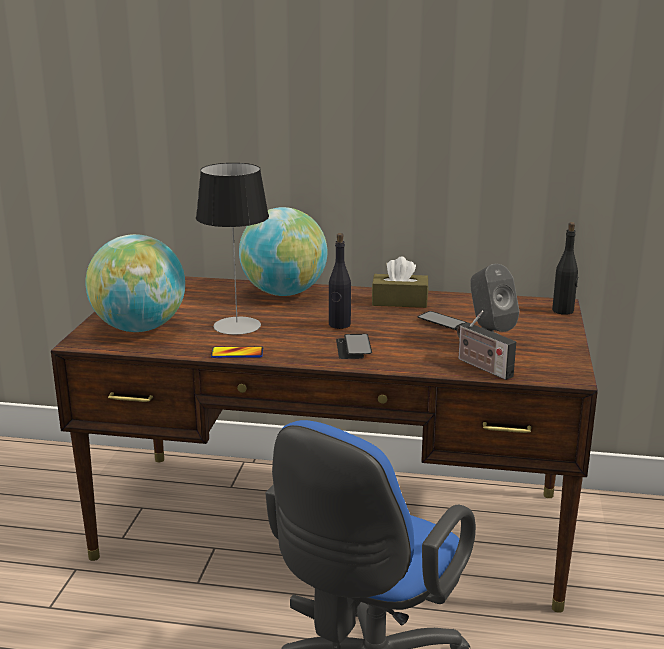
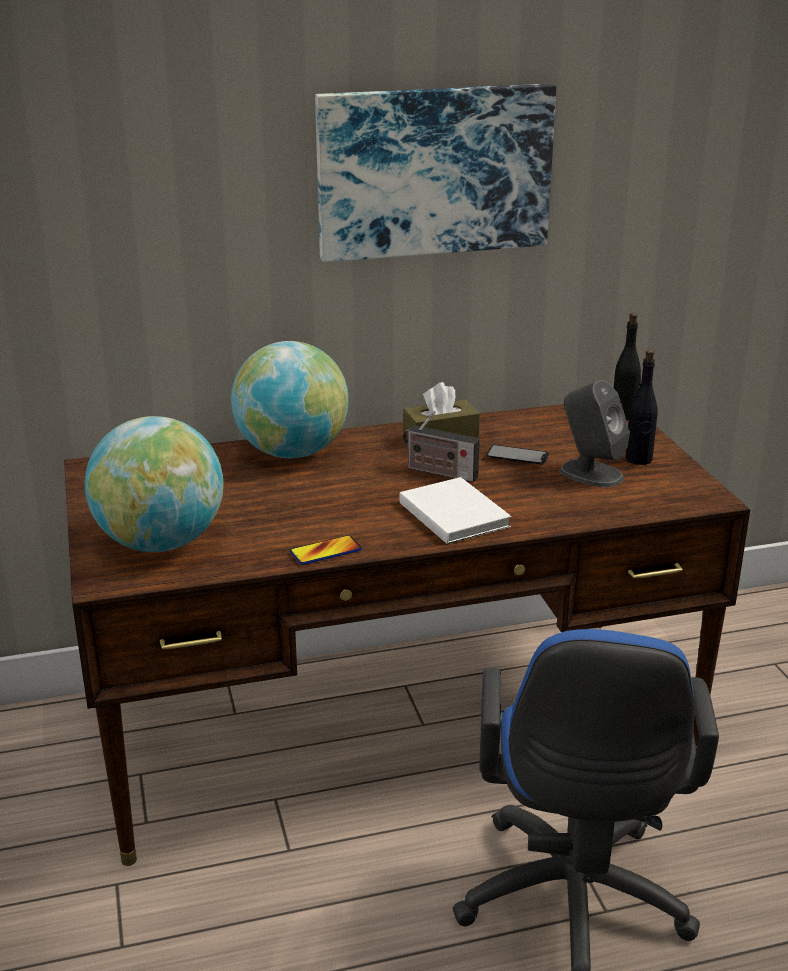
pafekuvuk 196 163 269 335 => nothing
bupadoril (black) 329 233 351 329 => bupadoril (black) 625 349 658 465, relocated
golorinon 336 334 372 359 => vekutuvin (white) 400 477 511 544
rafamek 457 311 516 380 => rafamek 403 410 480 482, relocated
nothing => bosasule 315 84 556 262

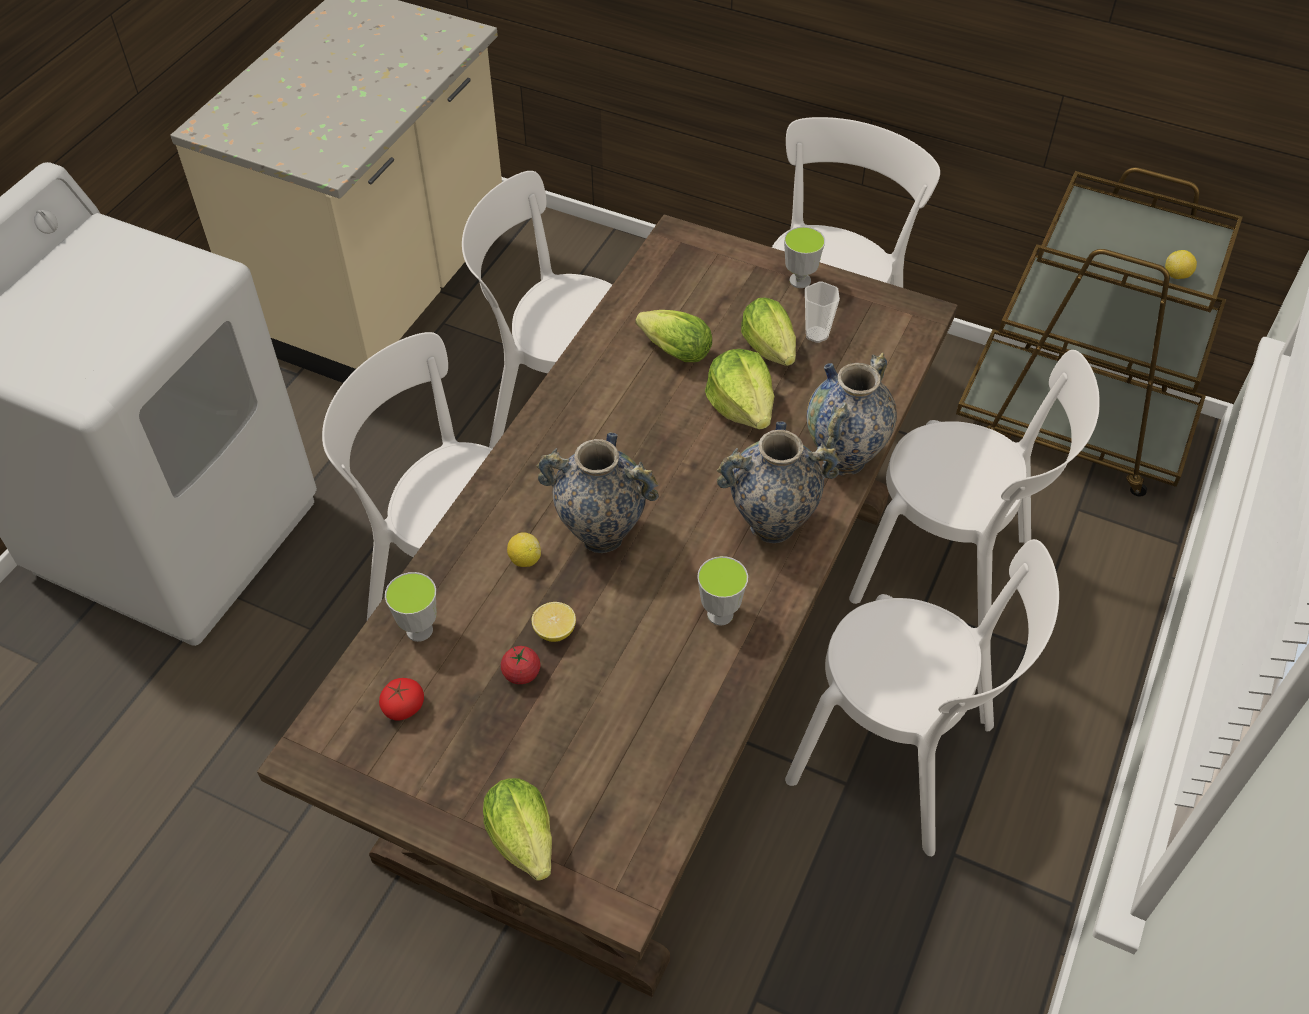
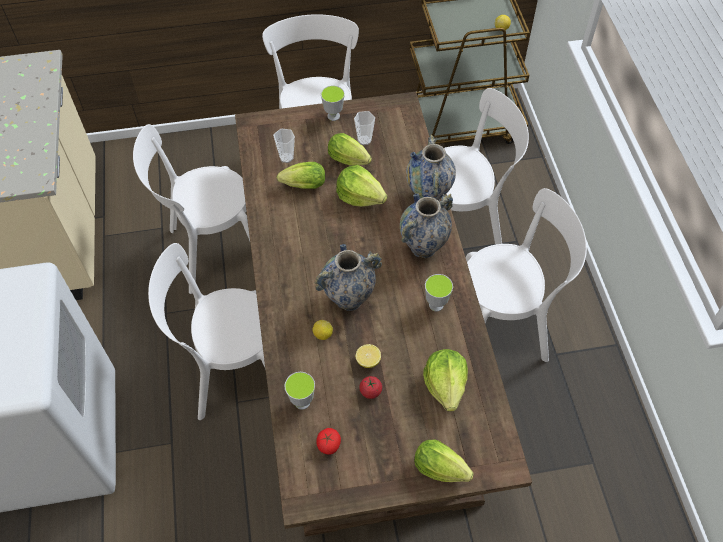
nothing => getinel 273 129 295 163
nothing => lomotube 423 349 468 412

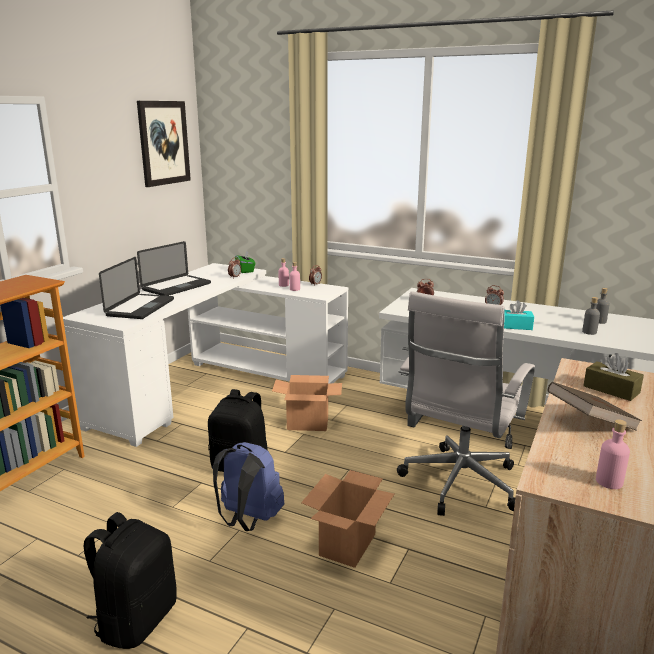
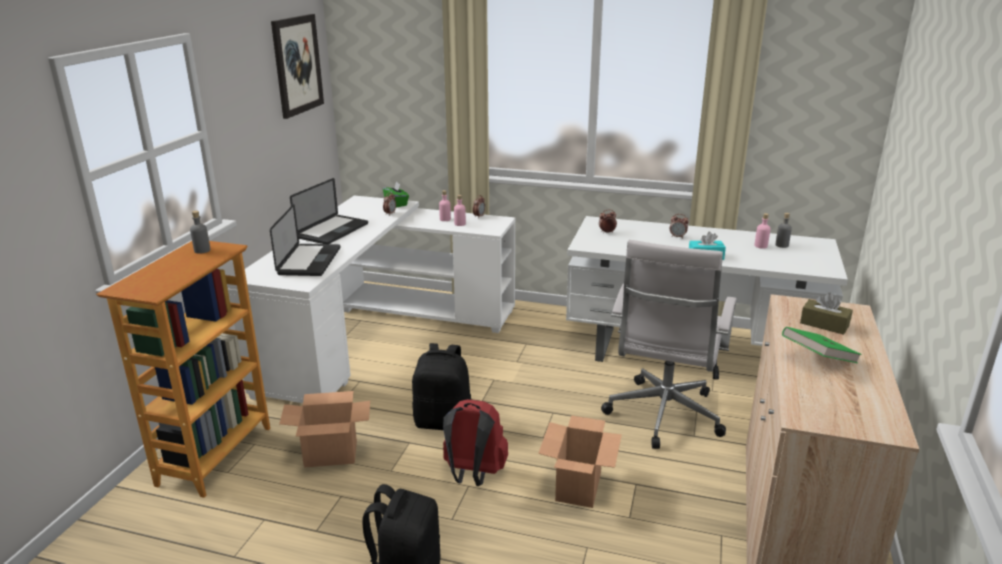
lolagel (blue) 213 442 284 531 => lolagel (red) 443 399 508 486
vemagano 272 375 342 431 => vemagano 279 391 370 468, relocated
vekutuvin (brown) 547 382 642 431 => vekutuvin (green) 782 327 862 363
bupadoril (grey) 582 297 600 335 => bupadoril (grey) 190 211 210 254, relocated
bupadoril (pink) 596 419 630 489 => bupadoril (pink) 754 213 770 249, relocated

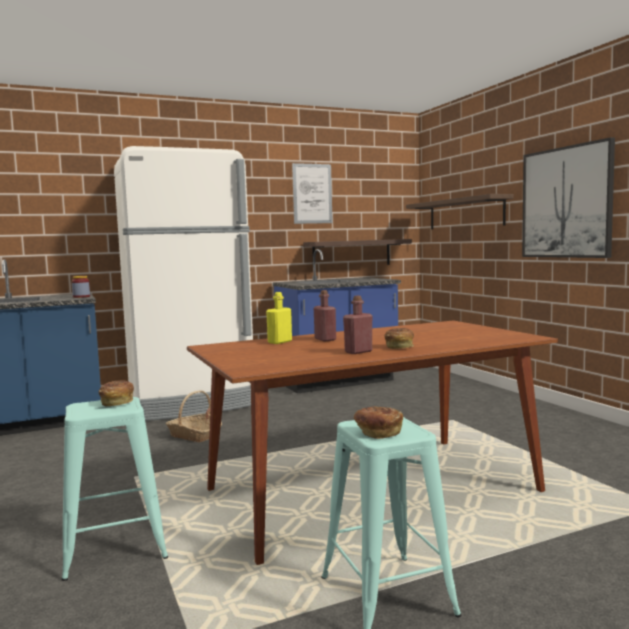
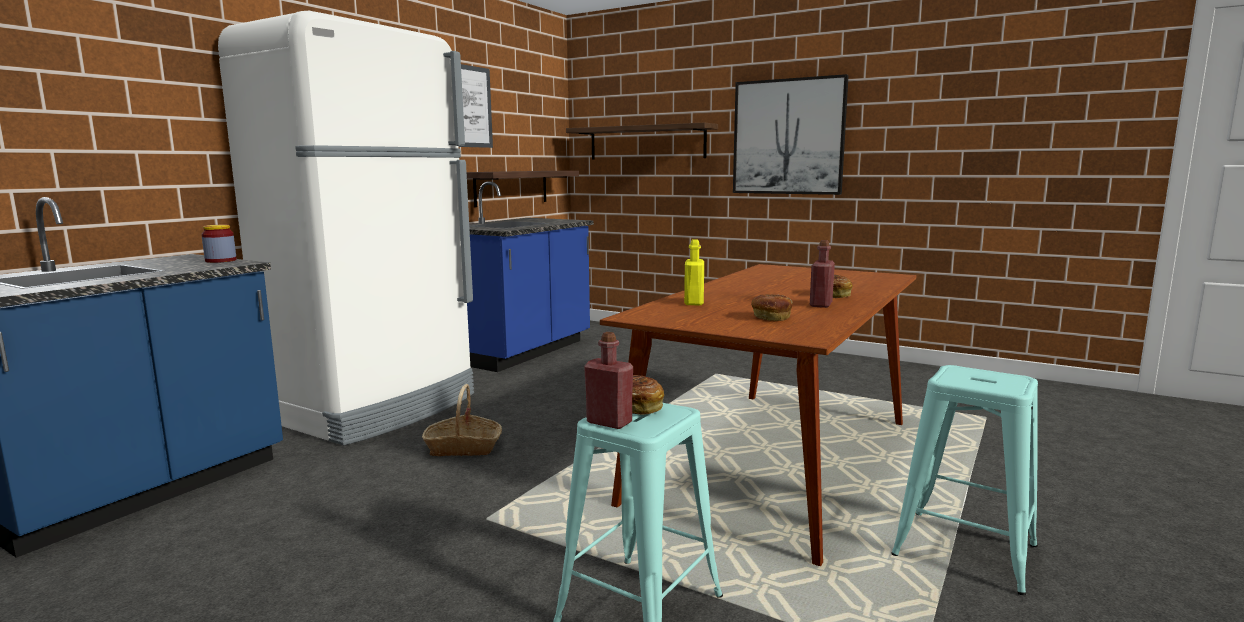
bupadoril (red) 314 290 336 342 => bupadoril (red) 584 332 633 429, relocated
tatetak 354 406 403 439 => tatetak 751 294 793 321, relocated

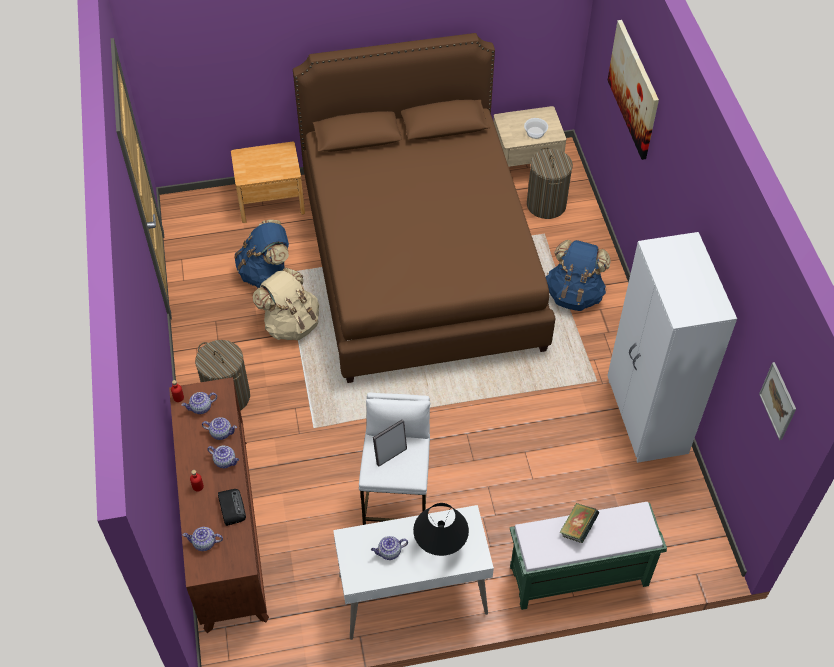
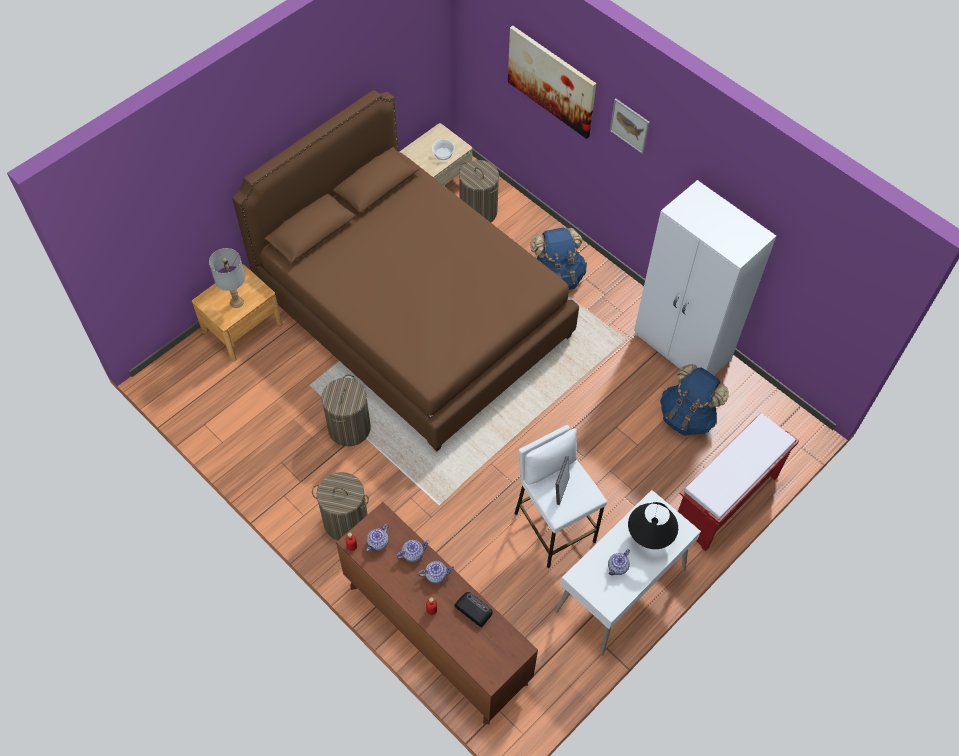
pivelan 183 527 223 551 => nothing
lolagel (blue) 234 220 289 288 => lolagel (blue) 660 364 729 436, relocated
lolagel (beige) 253 268 319 340 => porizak 321 374 371 446
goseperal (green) 510 502 667 610 => goseperal (red) 678 413 799 551
vekutuvin 559 503 599 543 => nothing
bosasule 759 362 796 440 => bosasule 610 99 650 154, relocated
nothing => pafekuvuk (grey) 209 248 245 308

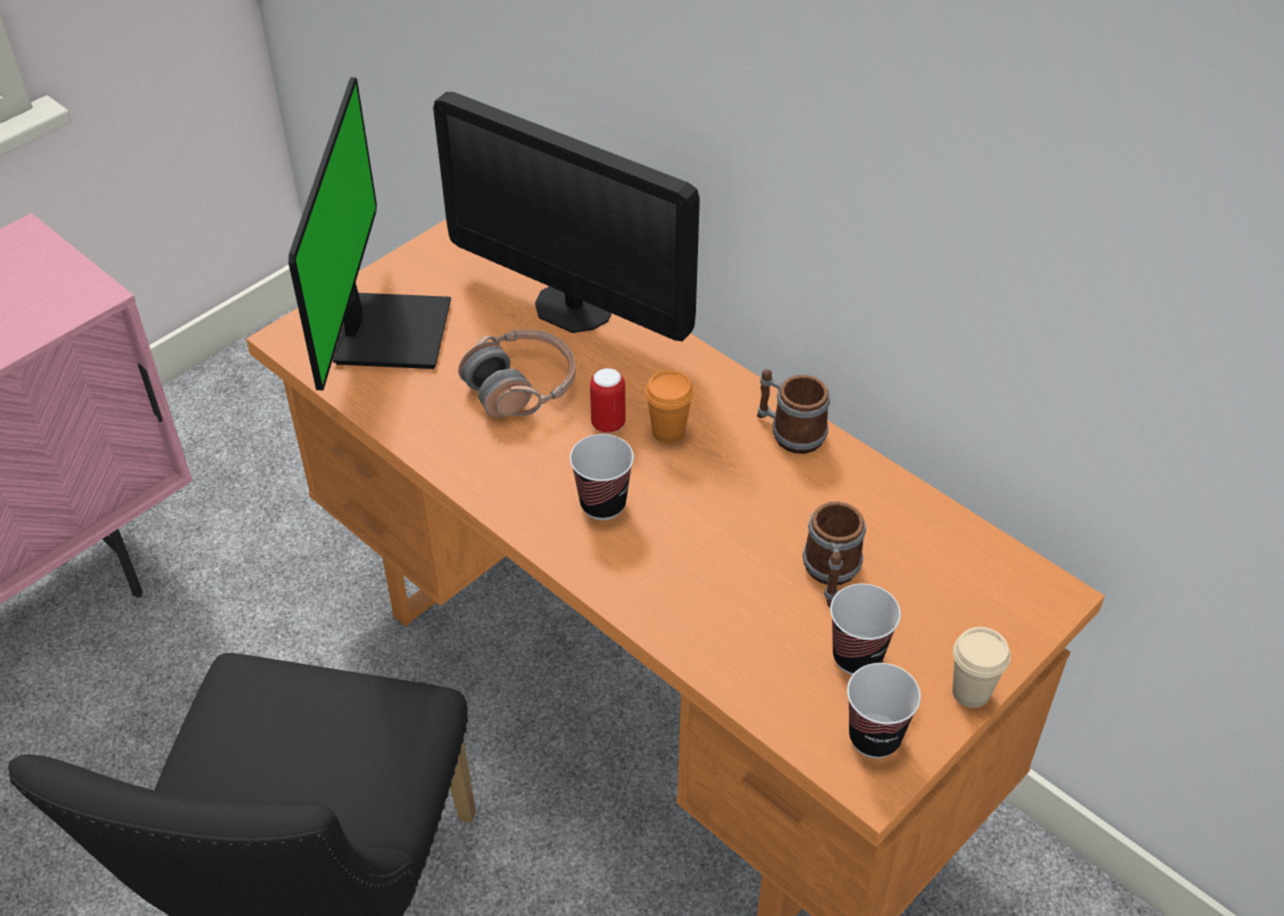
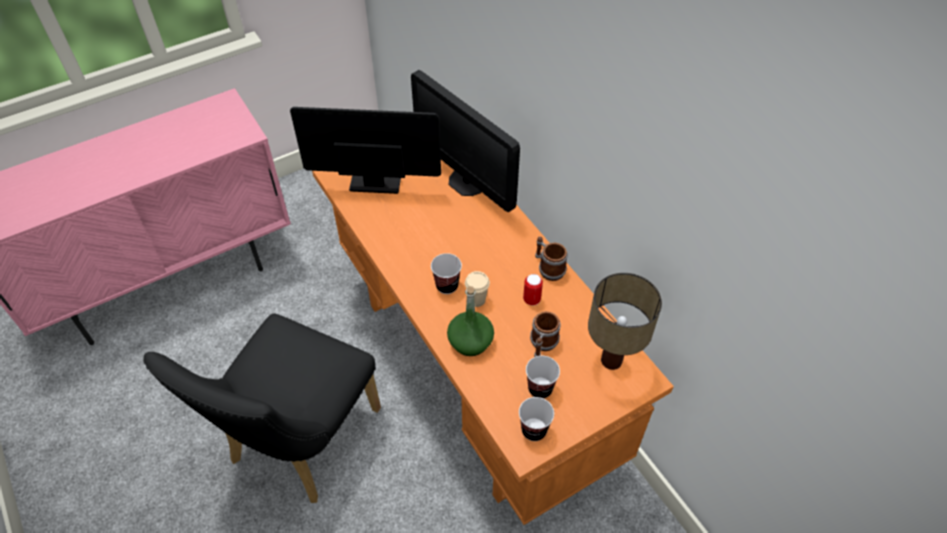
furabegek 288 77 451 390 => furabegek 290 107 441 194, 105 degrees counterclockwise
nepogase 458 329 576 418 => nothing
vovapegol 590 368 626 433 => vovapegol 523 274 543 305, relocated
getinel (orange) 645 370 694 444 => nothing
getinel (beige) 952 627 1010 708 => getinel (beige) 465 271 490 307, relocated
nothing => bupadoril (green) 447 286 494 356
nothing => pafekuvuk 588 273 662 370

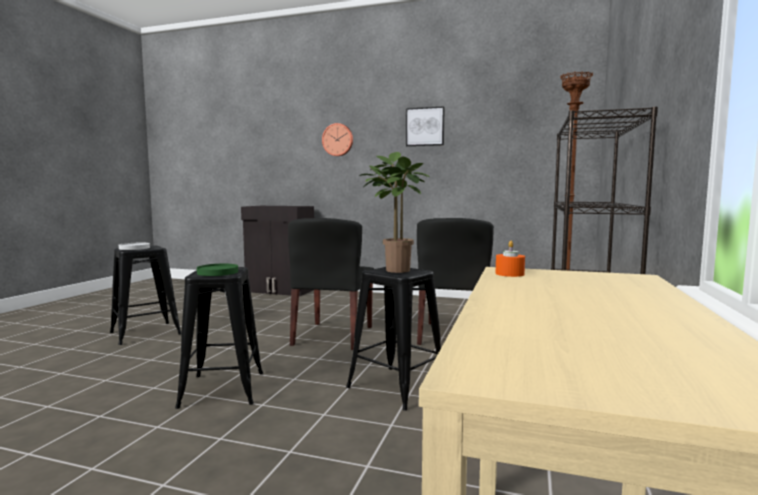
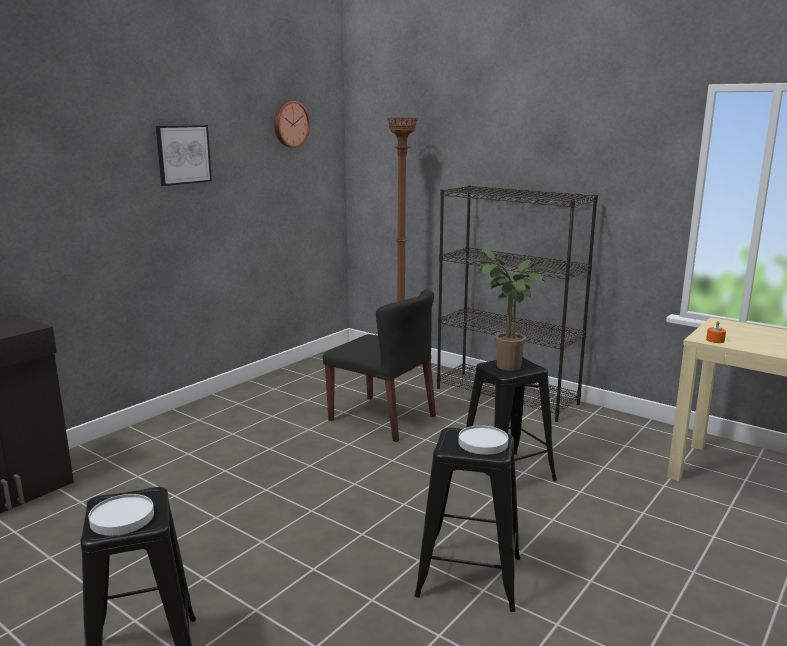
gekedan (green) 197 264 238 276 => gekedan (white) 458 425 508 455
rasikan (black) 288 218 374 350 => nothing
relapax 322 123 353 156 => relapax 274 101 311 148, relocated

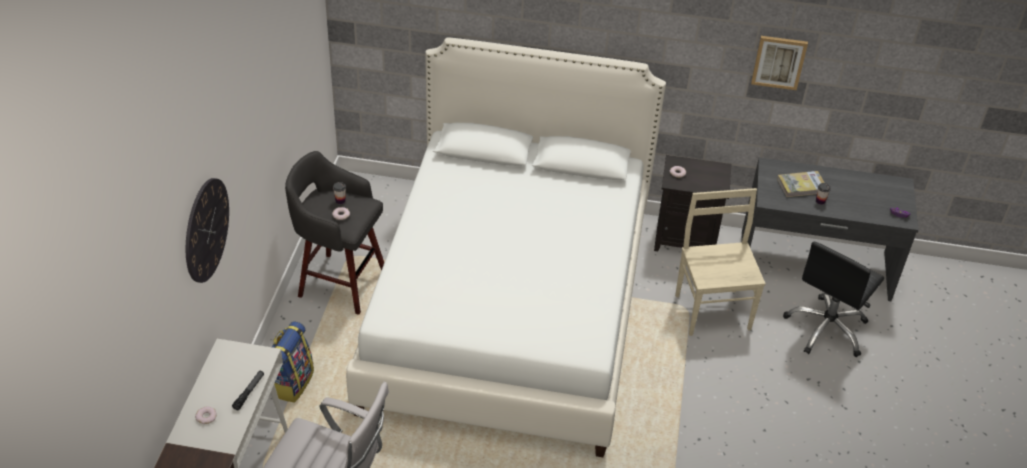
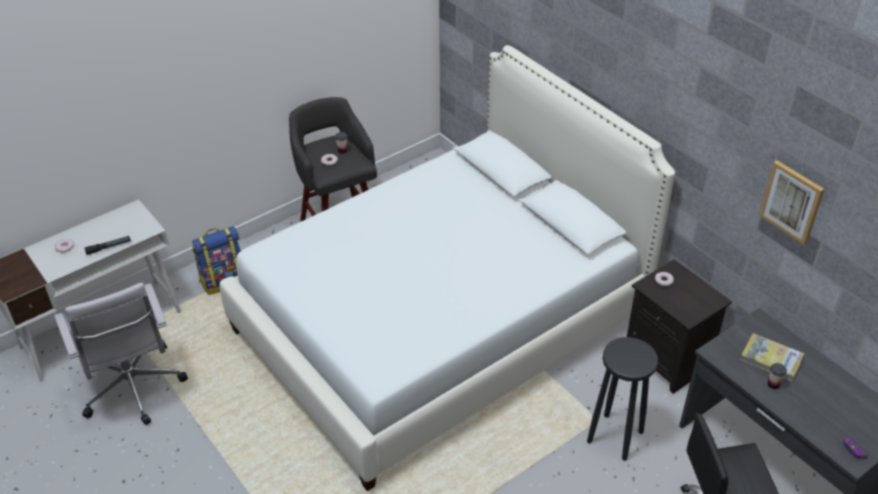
relapax 186 178 229 283 => nothing
rasikan (beige) 675 188 766 336 => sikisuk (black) 587 337 658 461

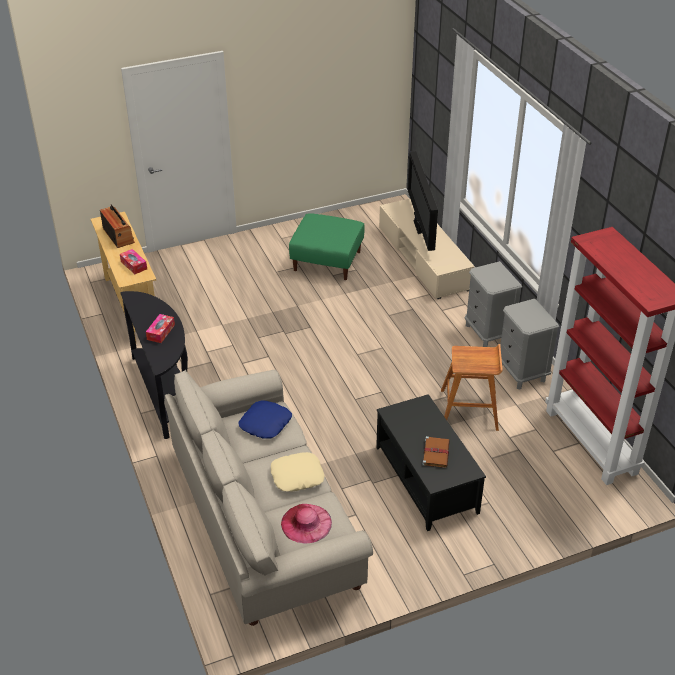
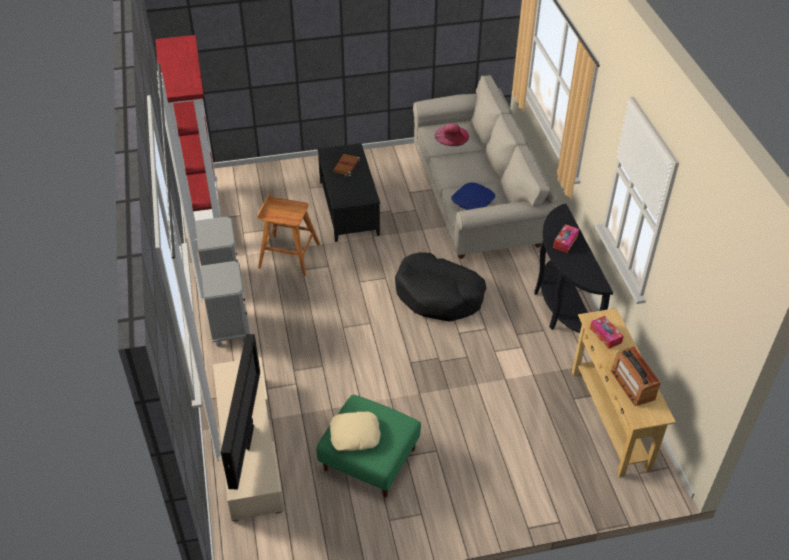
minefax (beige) 271 452 325 492 => minefax (beige) 330 412 381 451, relocated
nothing => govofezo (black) 395 252 486 322

